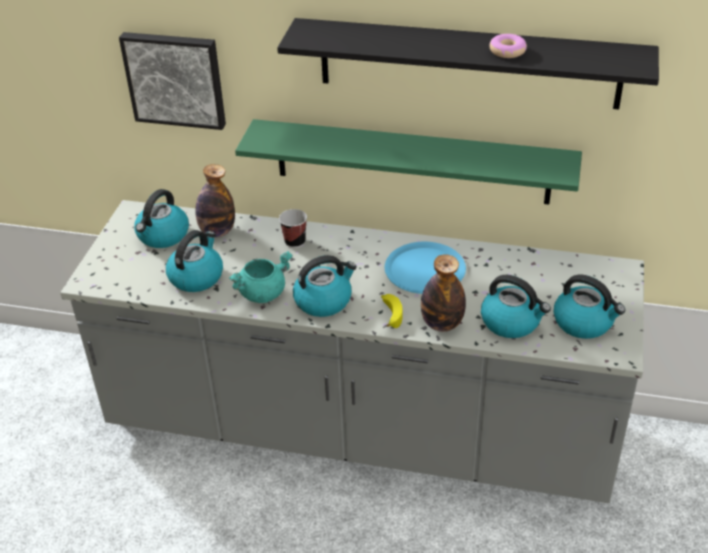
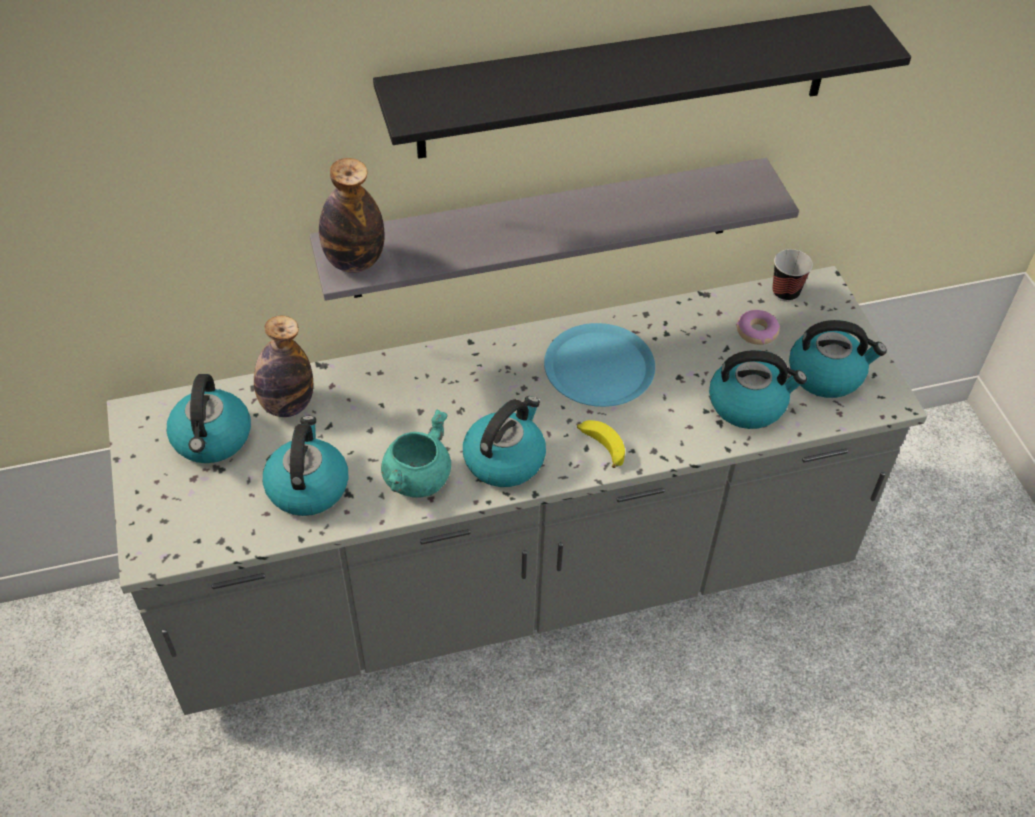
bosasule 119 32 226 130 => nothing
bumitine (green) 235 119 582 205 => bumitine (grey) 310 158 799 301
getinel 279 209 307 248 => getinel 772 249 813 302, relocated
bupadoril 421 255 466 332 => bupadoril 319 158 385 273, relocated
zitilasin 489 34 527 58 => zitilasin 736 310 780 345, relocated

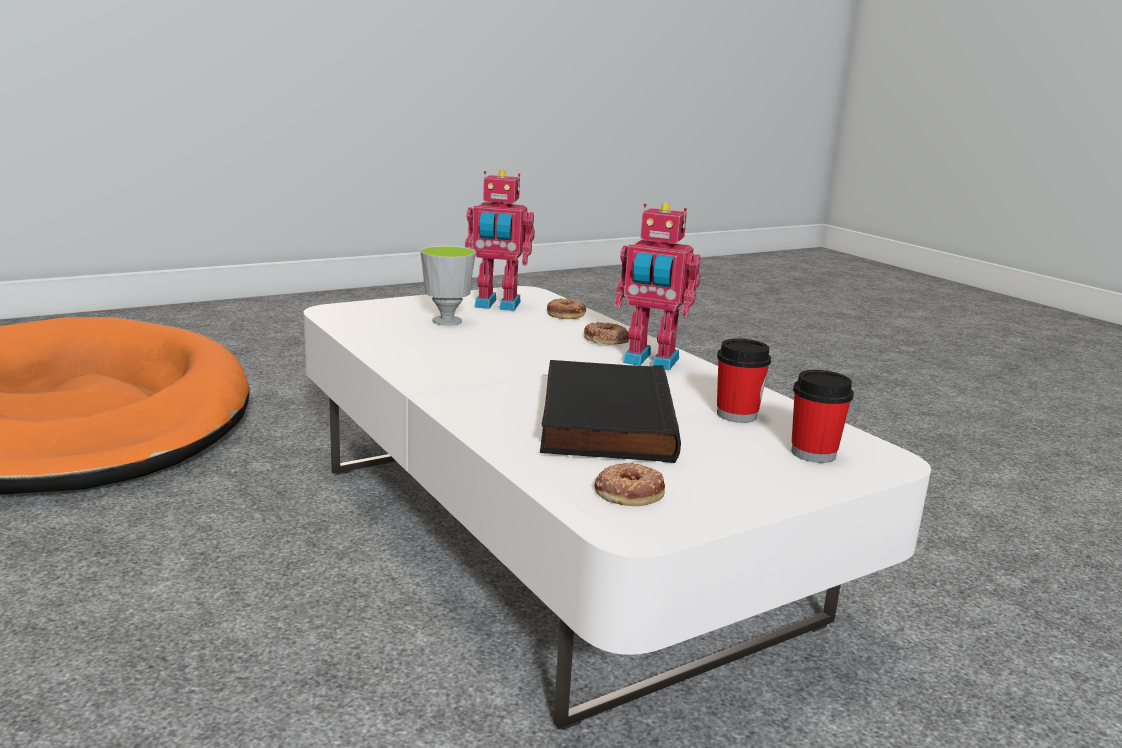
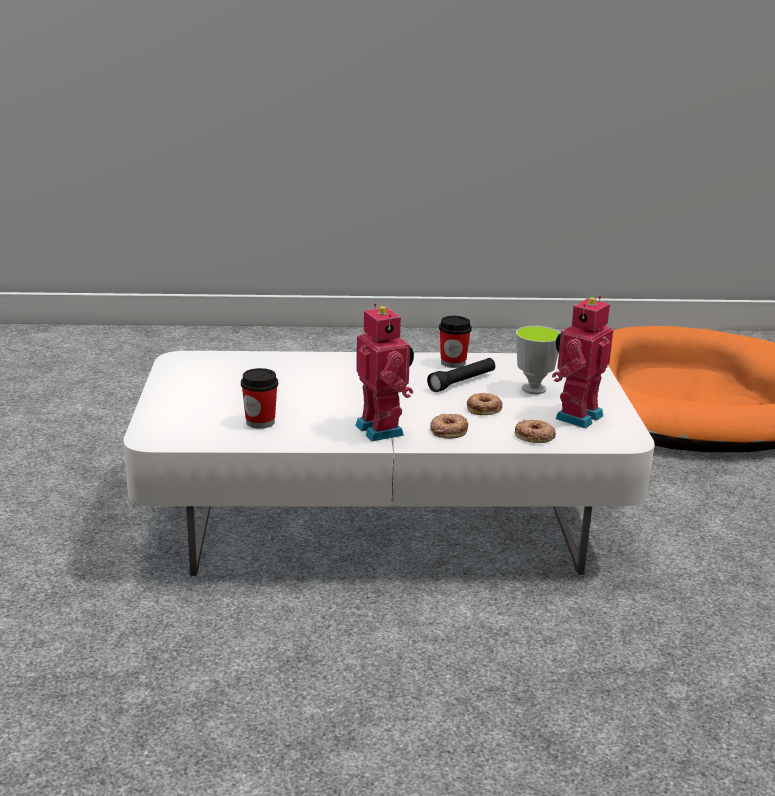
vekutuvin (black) 540 360 681 463 => nothing
zitilasin 594 462 665 506 => zitilasin 467 393 502 415, relocated
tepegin 615 203 701 370 => tepegin 355 303 414 441, 105 degrees clockwise
getinel 791 370 854 463 => getinel 439 316 472 368, relocated
nothing => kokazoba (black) 427 358 495 392

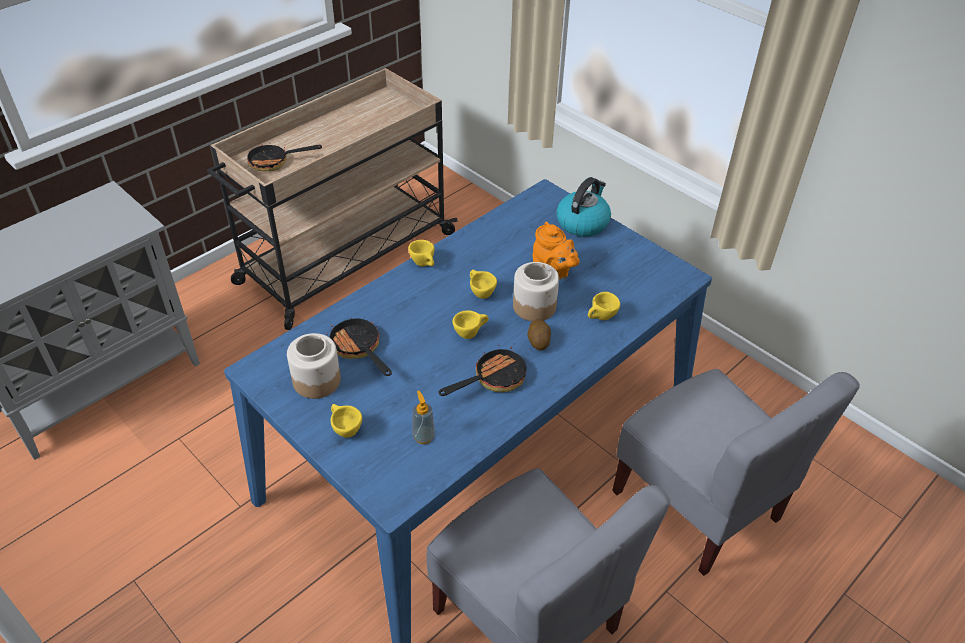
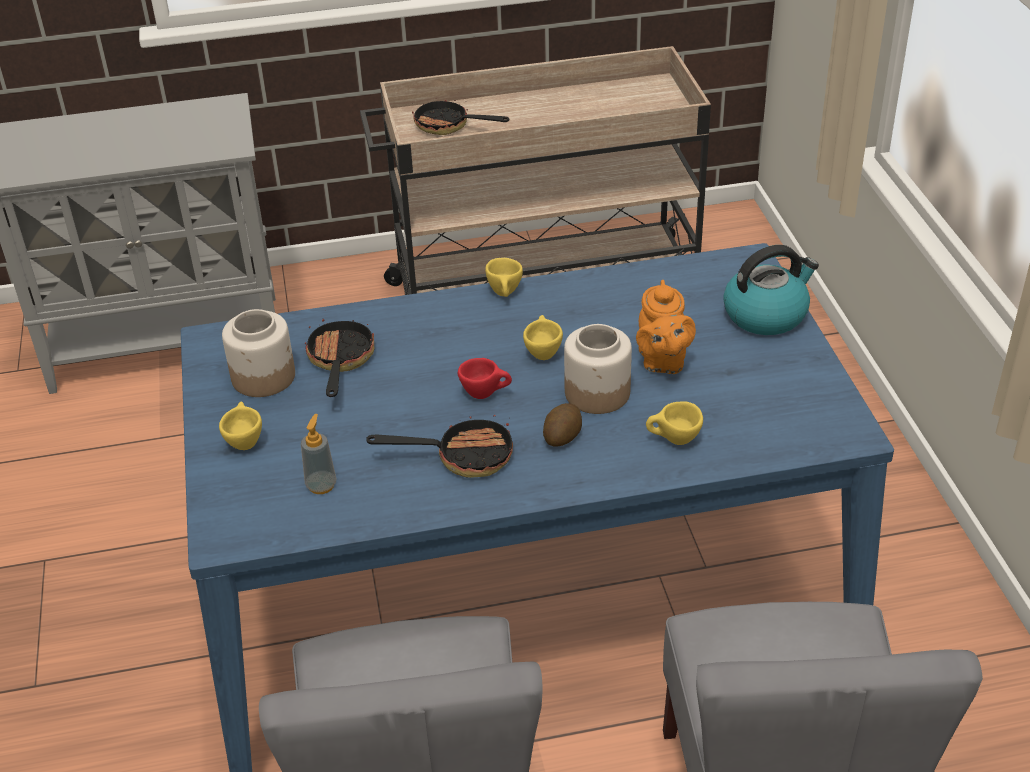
getinel (yellow) 452 311 489 339 => getinel (red) 458 358 512 399

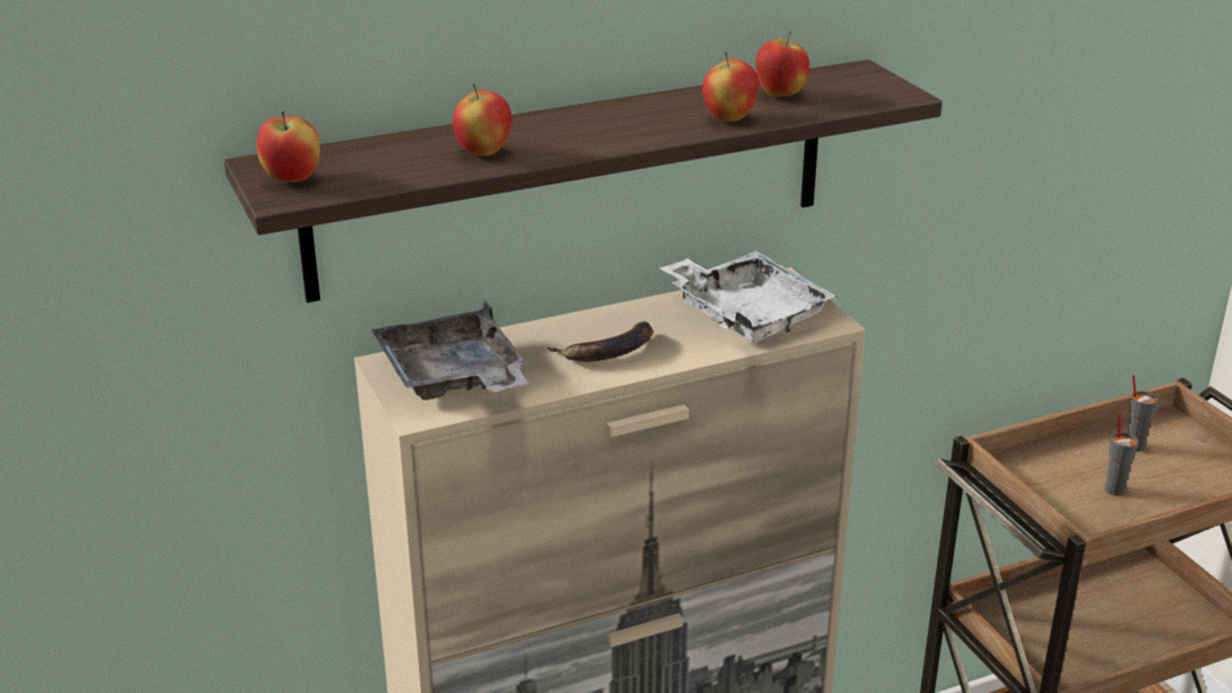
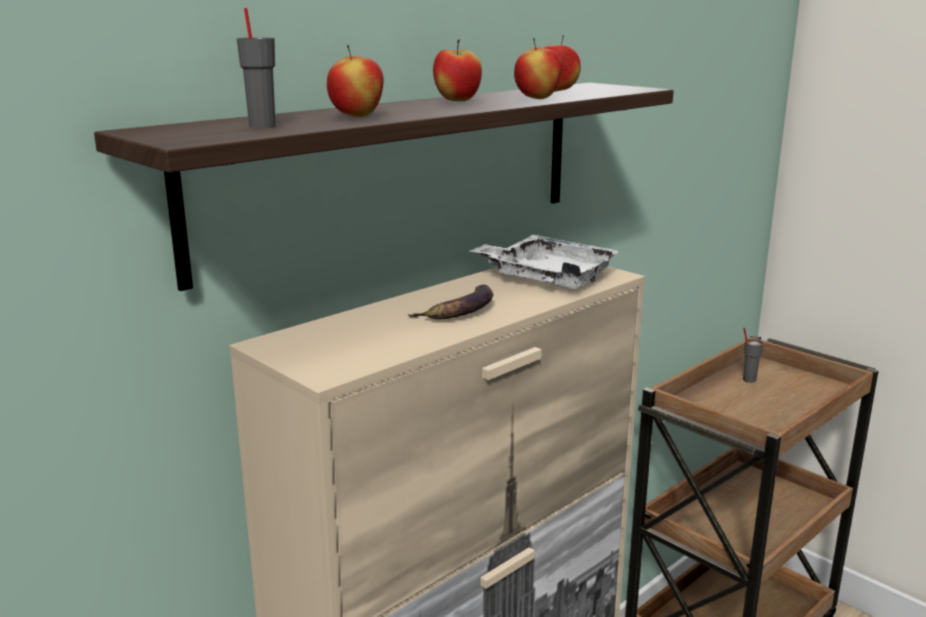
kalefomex 257 111 320 182 => kalefomex 433 39 482 101, relocated
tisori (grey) 372 299 529 400 => nothing
getinel (grey) 1105 414 1138 496 => getinel (grey) 237 8 276 128, relocated

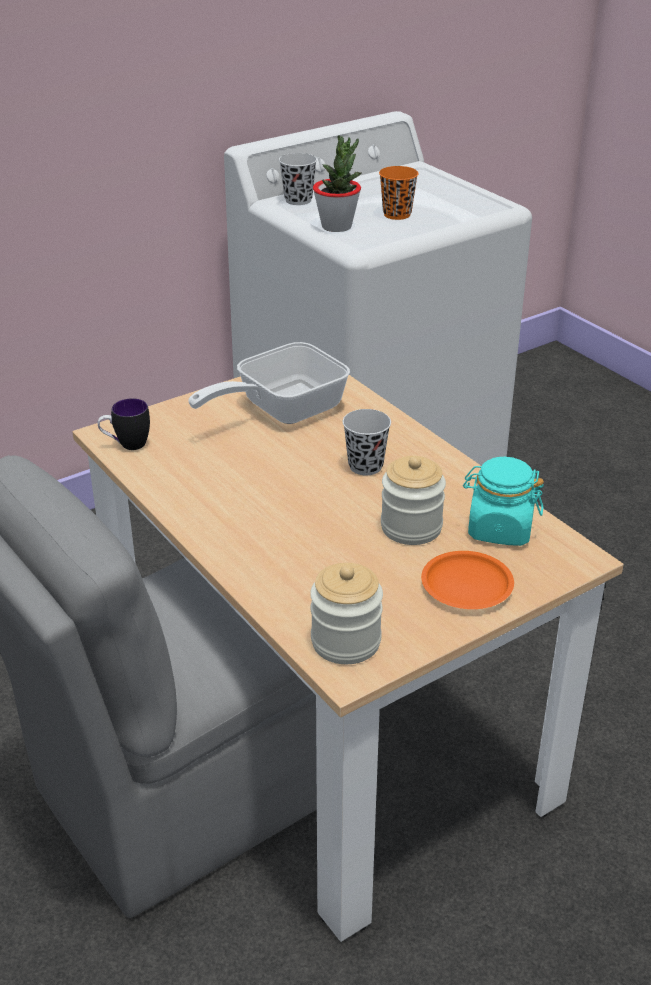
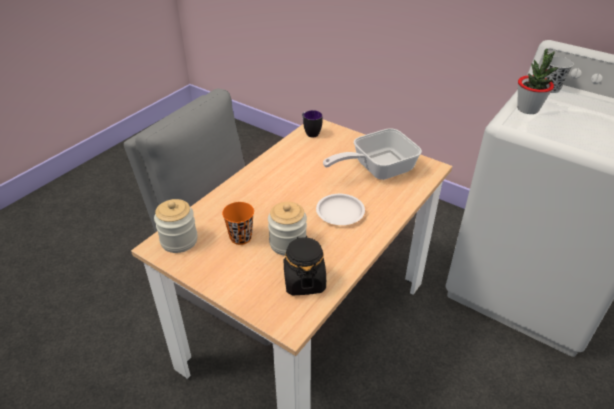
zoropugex 188 342 350 424 => zoropugex 323 128 422 180, 60 degrees counterclockwise
getinel (black) 343 409 391 475 => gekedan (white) 316 194 365 225
getinel (orange) 379 166 418 220 => getinel (orange) 222 202 254 245, relocated
gekedan (orange) 421 551 514 609 => nothing
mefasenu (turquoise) 463 457 544 546 => mefasenu (black) 284 236 326 295

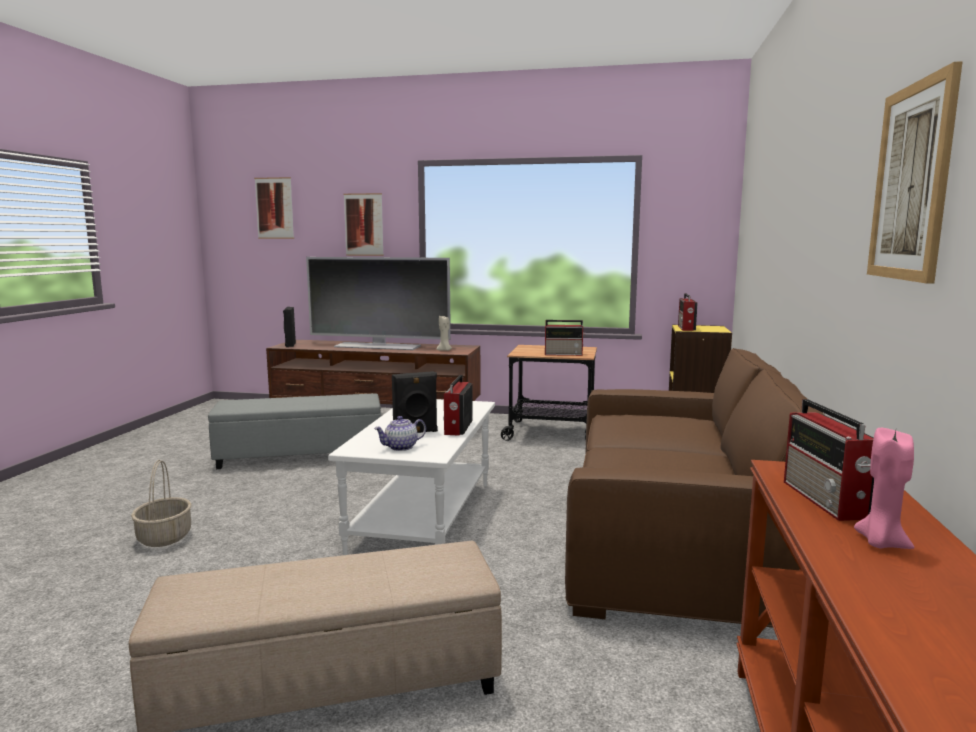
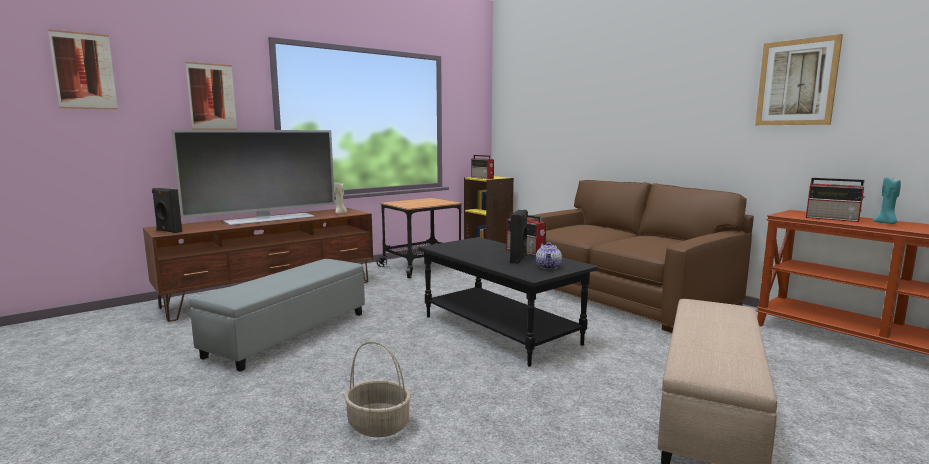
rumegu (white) 328 399 495 555 => rumegu (black) 419 237 598 367
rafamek 545 320 585 356 => nothing
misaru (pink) 854 428 915 549 => misaru (turquoise) 873 178 901 224

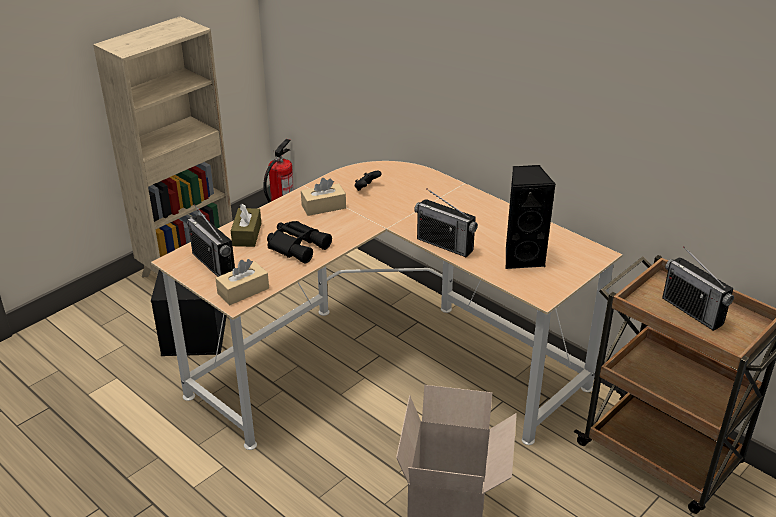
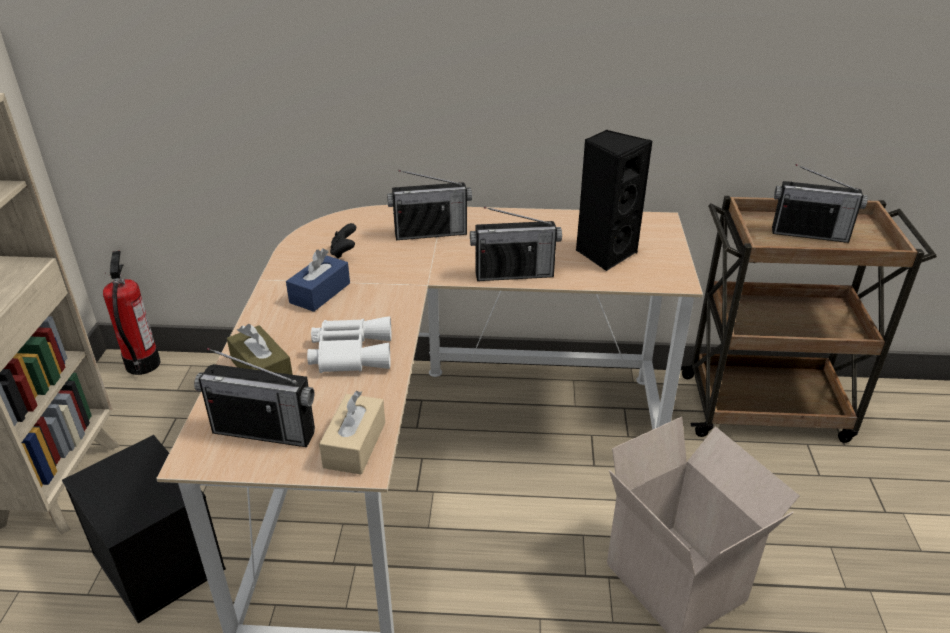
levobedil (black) 267 221 332 264 => levobedil (white) 307 316 391 373
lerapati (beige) 301 178 346 216 => lerapati (blue) 286 248 350 312
nothing => rafamek 387 170 472 240

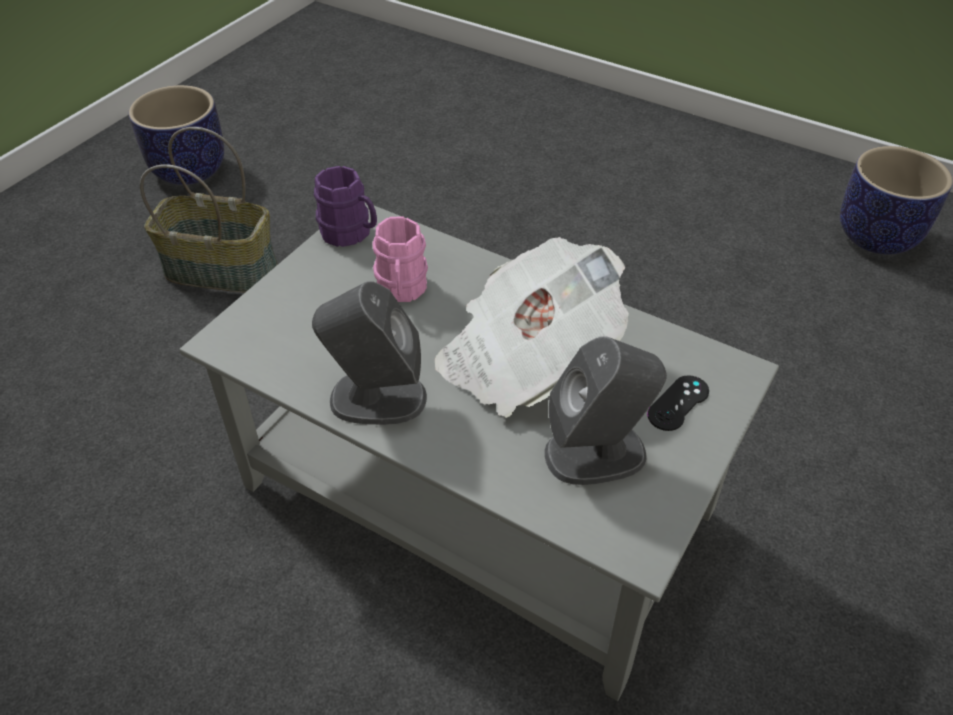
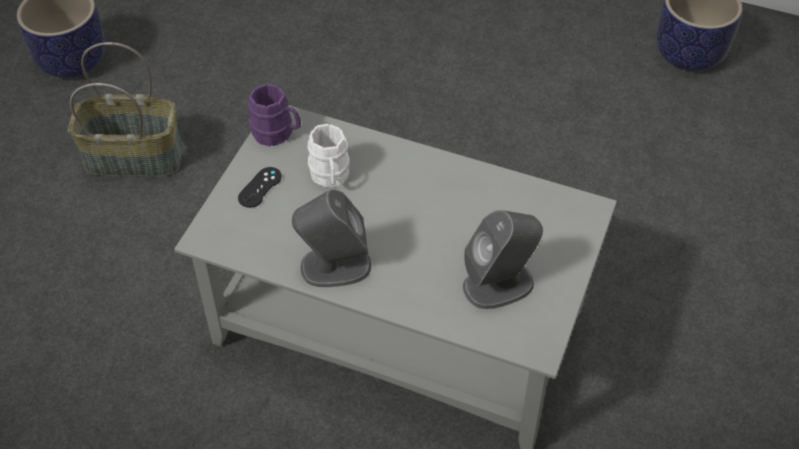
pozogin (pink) 372 217 428 302 => pozogin (white) 308 124 349 188
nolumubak 435 237 629 418 => nothing
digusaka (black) 647 375 709 431 => digusaka (black) 238 167 282 208, relocated

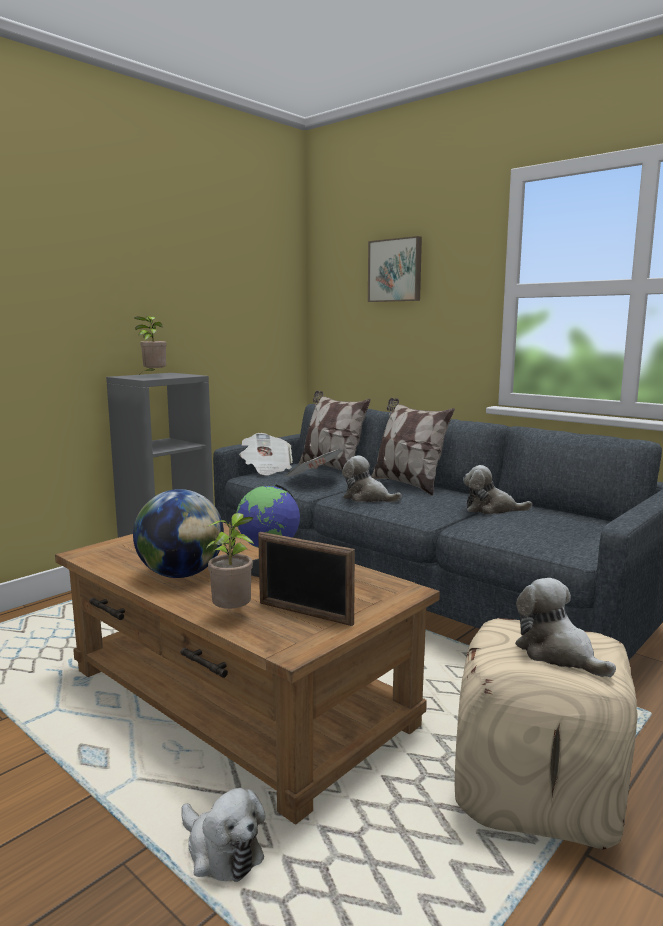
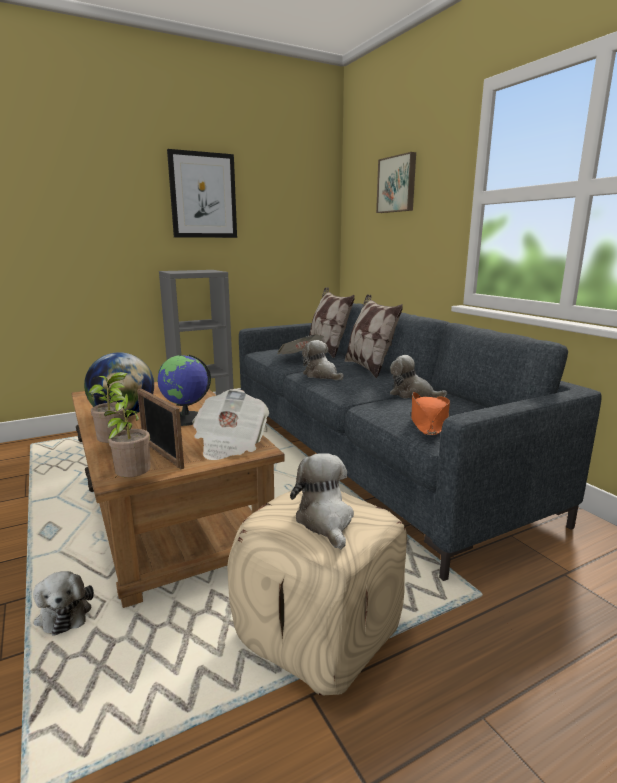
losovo 134 316 167 371 => losovo 104 394 151 478, relocated
nolumubak 239 433 292 475 => nolumubak 192 389 269 460, relocated
nothing => bosasule 167 149 237 238
nothing => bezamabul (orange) 411 392 450 435

